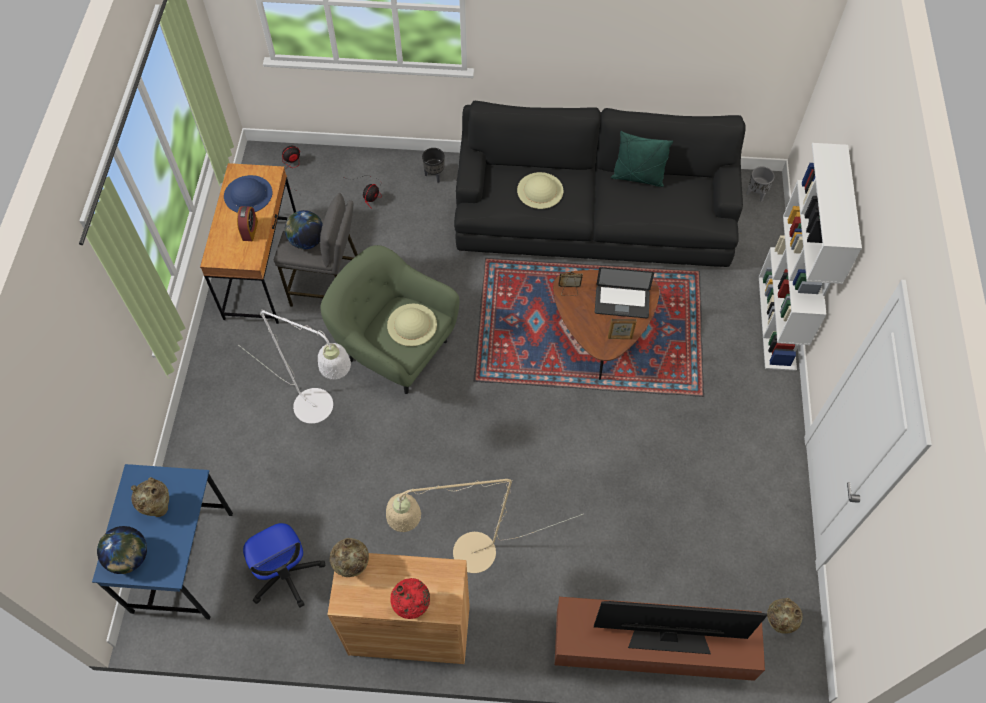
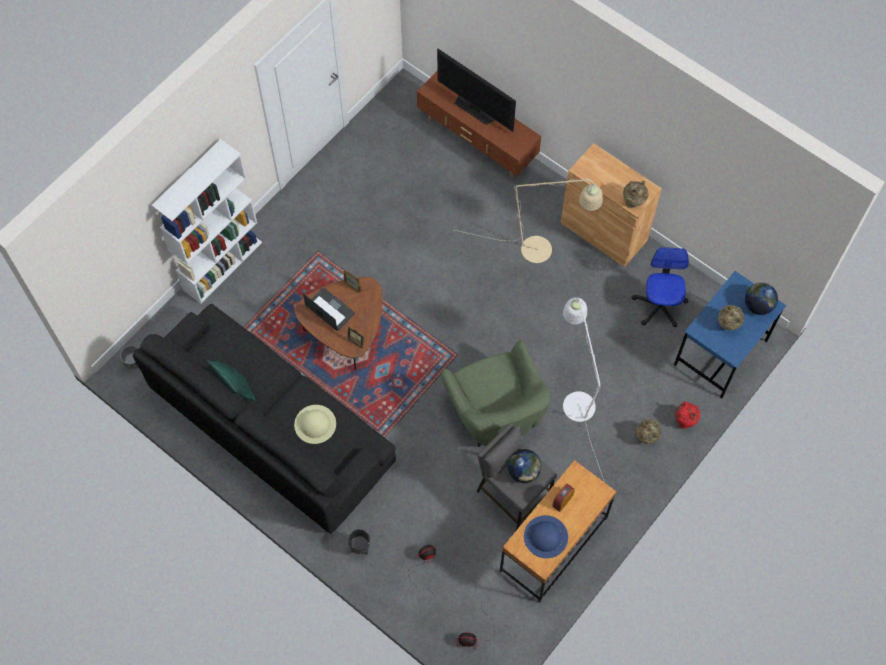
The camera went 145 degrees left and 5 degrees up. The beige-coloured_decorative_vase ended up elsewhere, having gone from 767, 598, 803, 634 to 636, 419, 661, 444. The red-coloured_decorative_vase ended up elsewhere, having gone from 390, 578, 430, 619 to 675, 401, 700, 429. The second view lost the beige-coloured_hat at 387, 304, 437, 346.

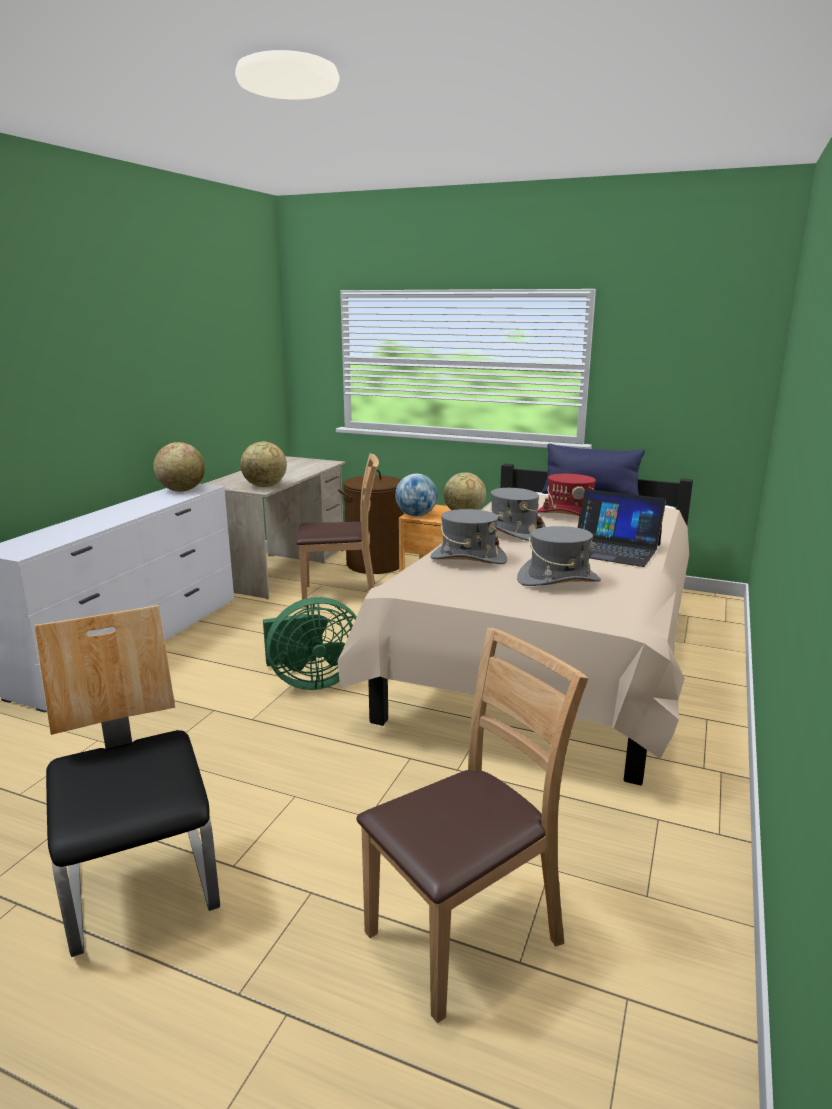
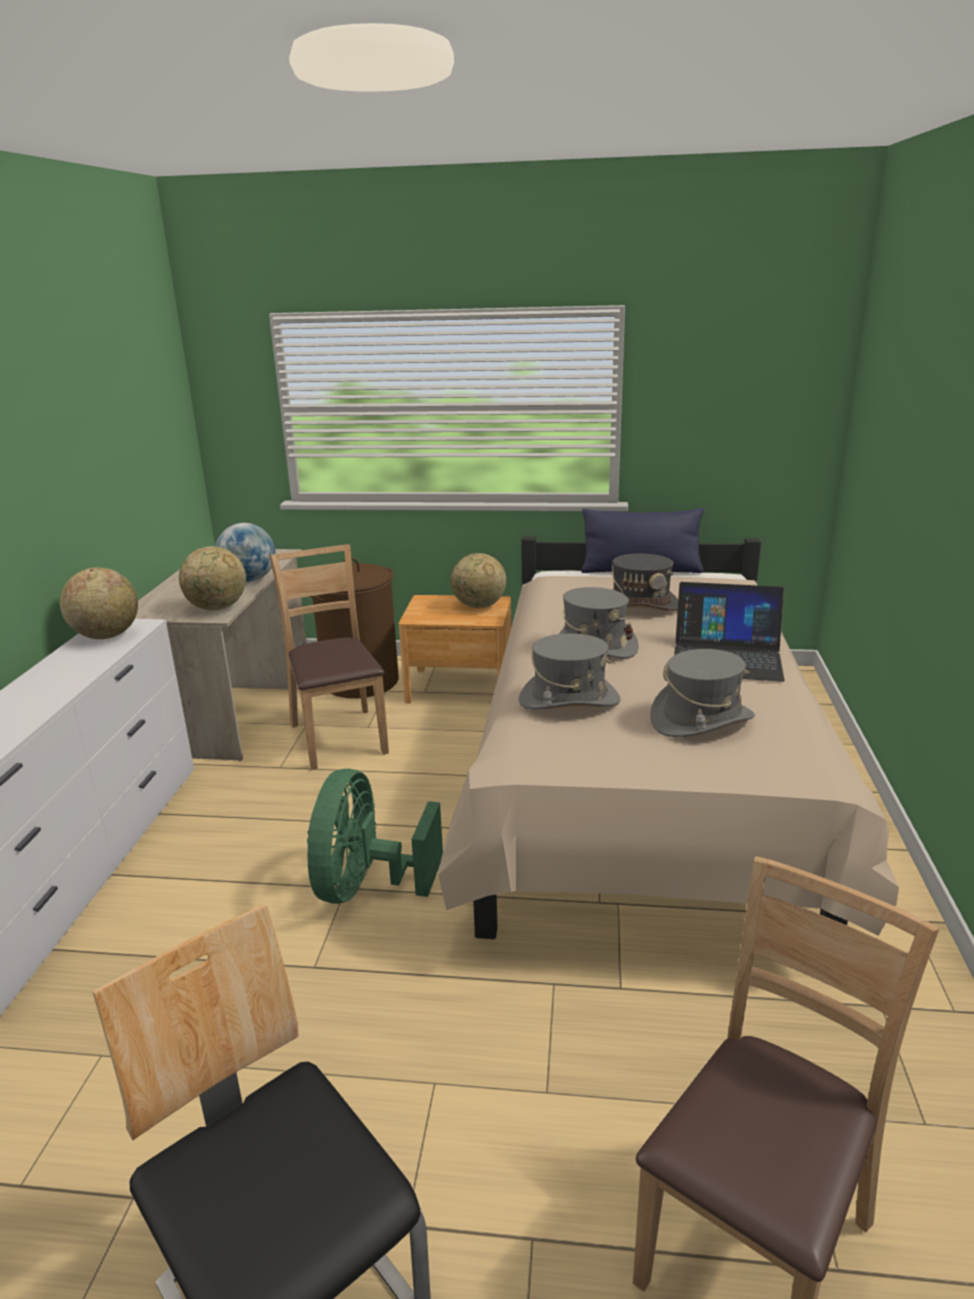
The camera went 15 degrees left and 5 degrees up. The globe ended up elsewhere, having gone from 395, 474, 438, 516 to 215, 523, 276, 582. The brownish_plain_chair at 296, 453, 379, 607 ended up facing another way, 90 degrees counterclockwise from before. The greenish_cooling_fan at 263, 597, 357, 690 ended up facing another way, 135 degrees clockwise from before. What was the red-coloured_hat at 537, 474, 596, 516 turned into the gray_hat at 612, 553, 678, 611.

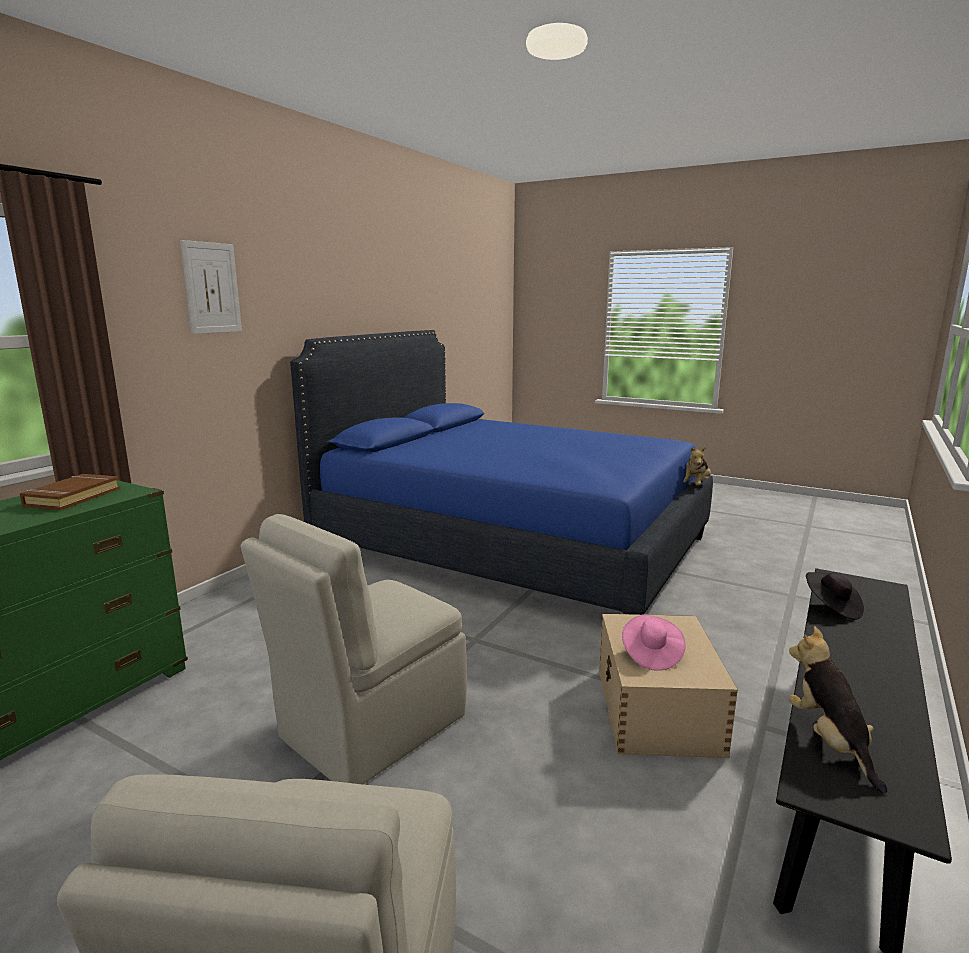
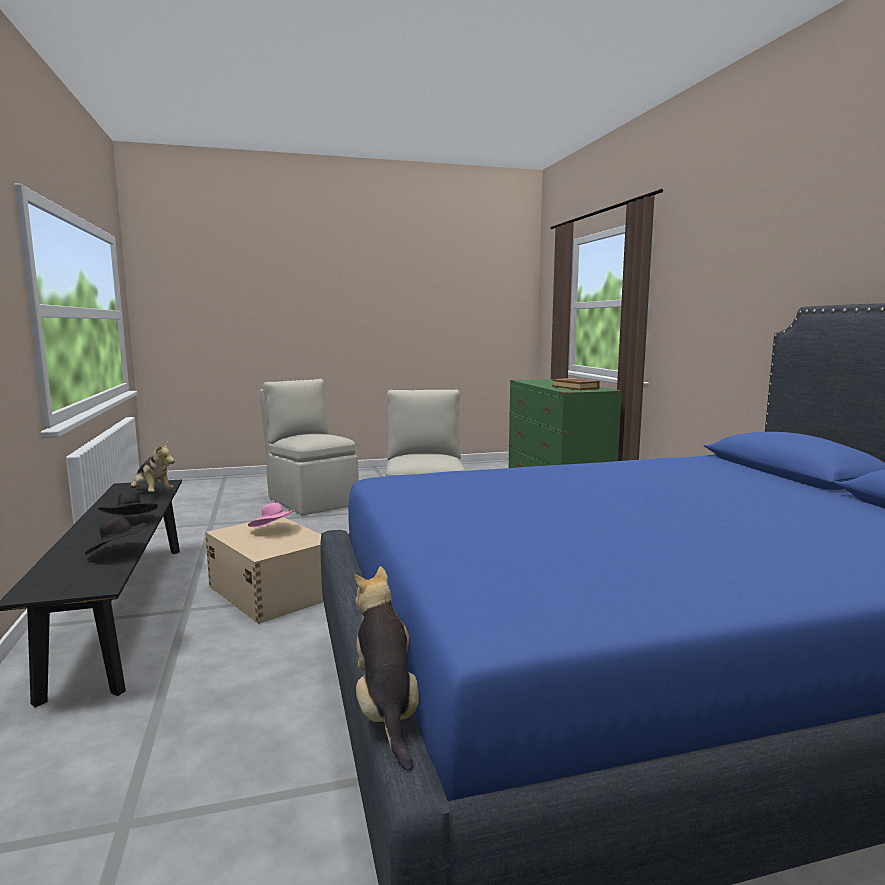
The camera went 135 degrees right and 5 degrees down. The second view gained the black-coloured_hat at 98, 492, 158, 516. The second view lost the wall_art at 180, 240, 242, 334.

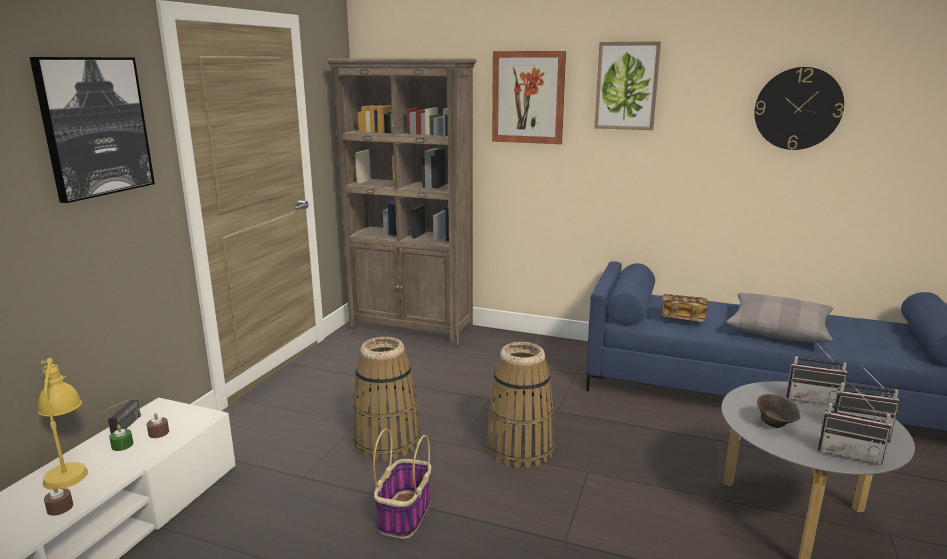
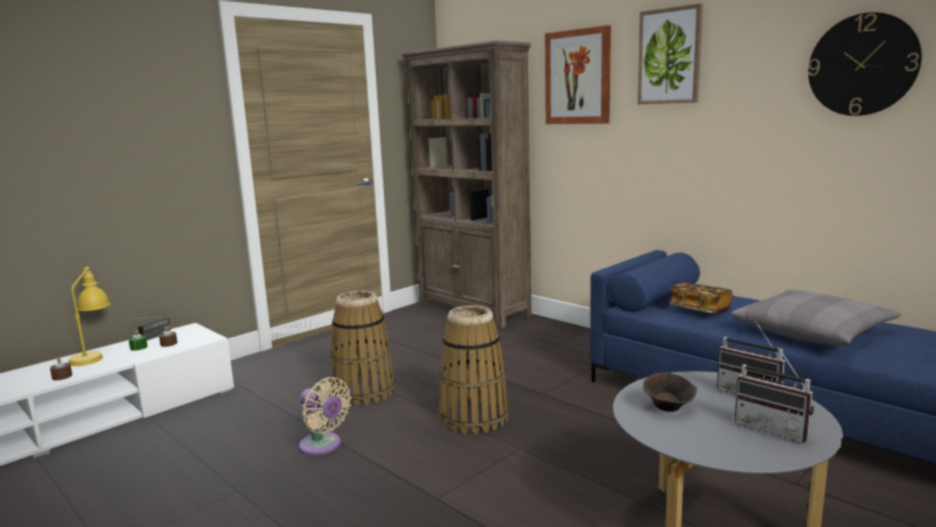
The camera went 25 degrees right and 5 degrees down. Where the storage_basket stood at 373, 428, 431, 539, the beige-coloured_cooling_fan came to stand at 299, 377, 351, 456. The second view lost the wall_art at 30, 57, 155, 203. The second view lost the radio at 817, 385, 891, 465.

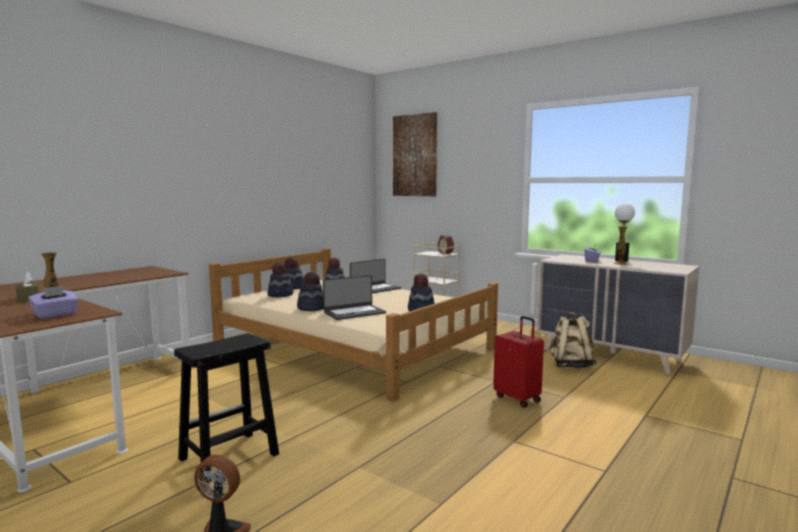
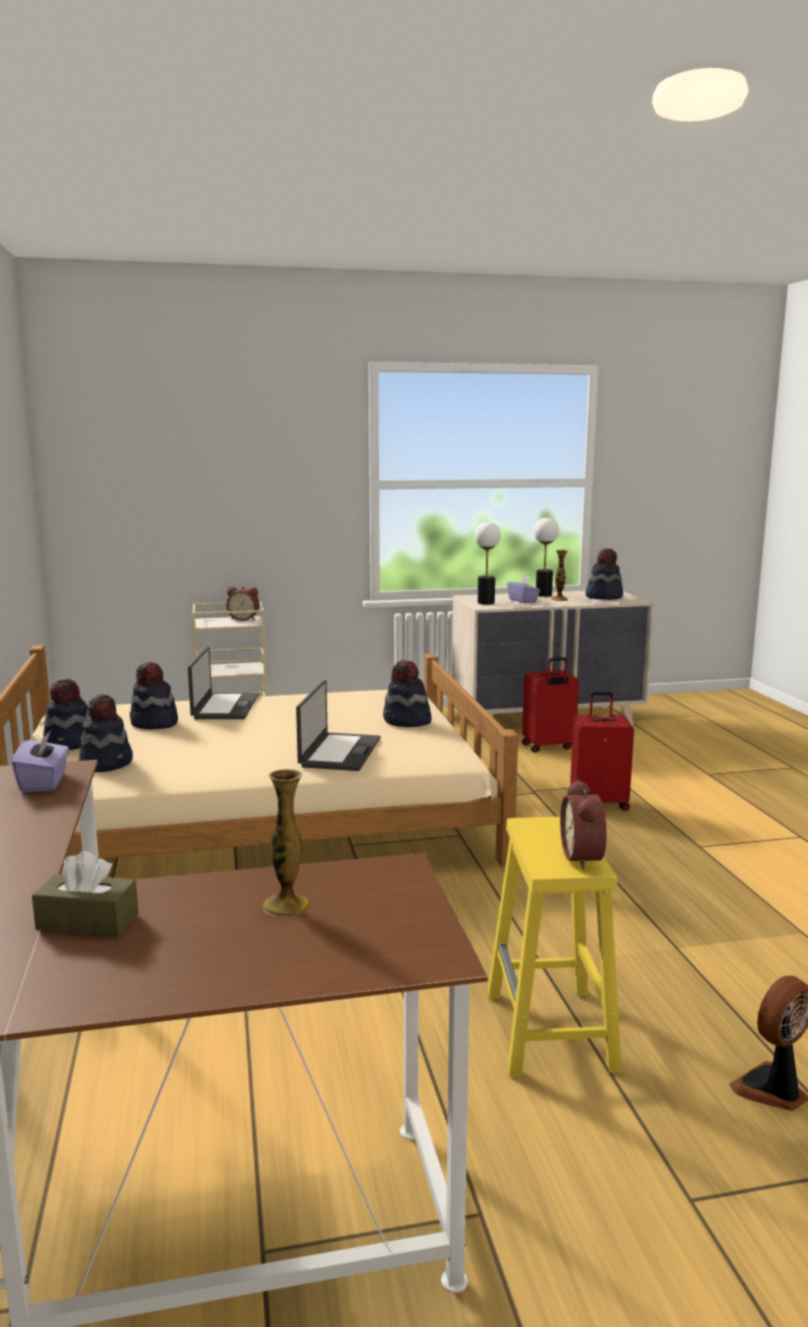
The camera went 50 degrees left and 5 degrees up. The purple_tissue_holder ended up elsewhere, having gone from 28, 285, 79, 319 to 12, 730, 69, 792. The second view gained the tabletop_lamp at 475, 522, 501, 605. What was the black-coloured_sitting_stool at 174, 333, 279, 483 turned into the yellow_sitting_stool at 487, 817, 622, 1077. Where the beige-coloured_rucksack stood at 550, 312, 597, 369, the red-coloured_suitcase came to stand at 522, 657, 579, 753. The second view gained the alarm_clock at 560, 779, 607, 870. The hat ended up elsewhere, having gone from 297, 272, 323, 311 to 586, 548, 623, 600. The second view lost the wall_art at 393, 112, 437, 196.

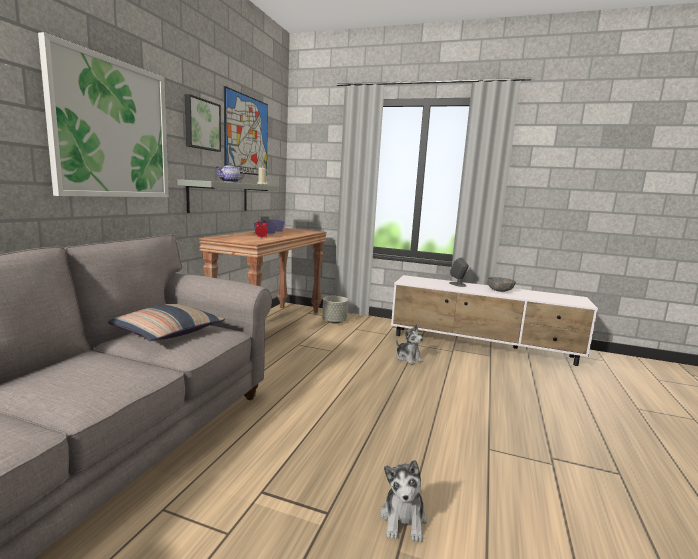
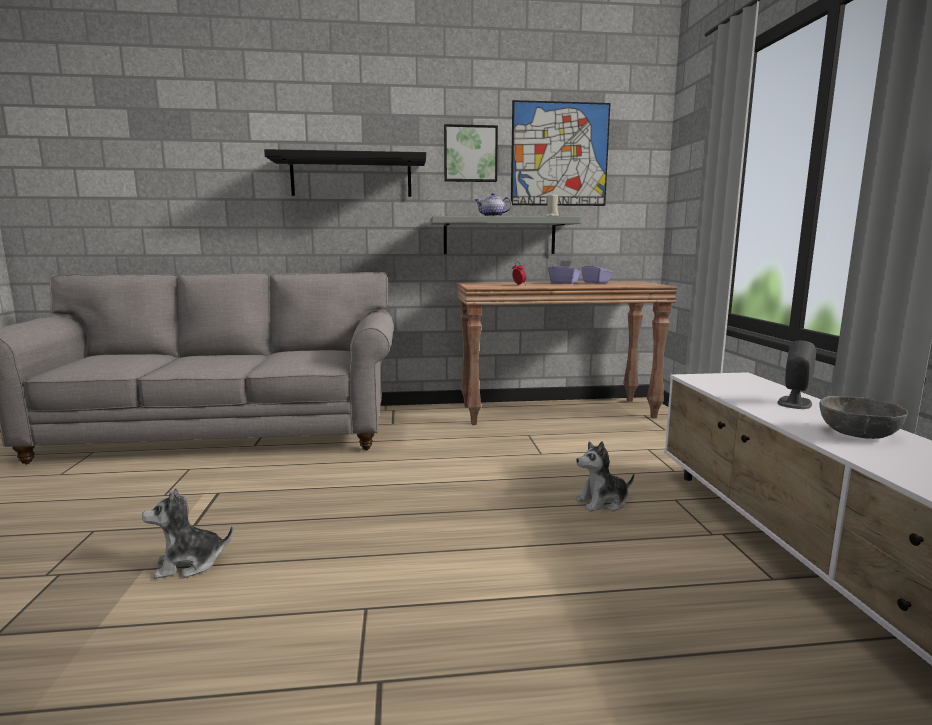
The camera went 65 degrees right and 0 degrees up. Where the wall_art hung at 38, 32, 169, 197, the black-coloured_wall_shelf came to hang at 264, 149, 426, 197. The soft_toy at 396, 324, 424, 365 ended up facing another way, 45 degrees clockwise from before. The second view lost the throw_pillow at 108, 304, 225, 341. The second view lost the gray_planter at 322, 296, 348, 323.

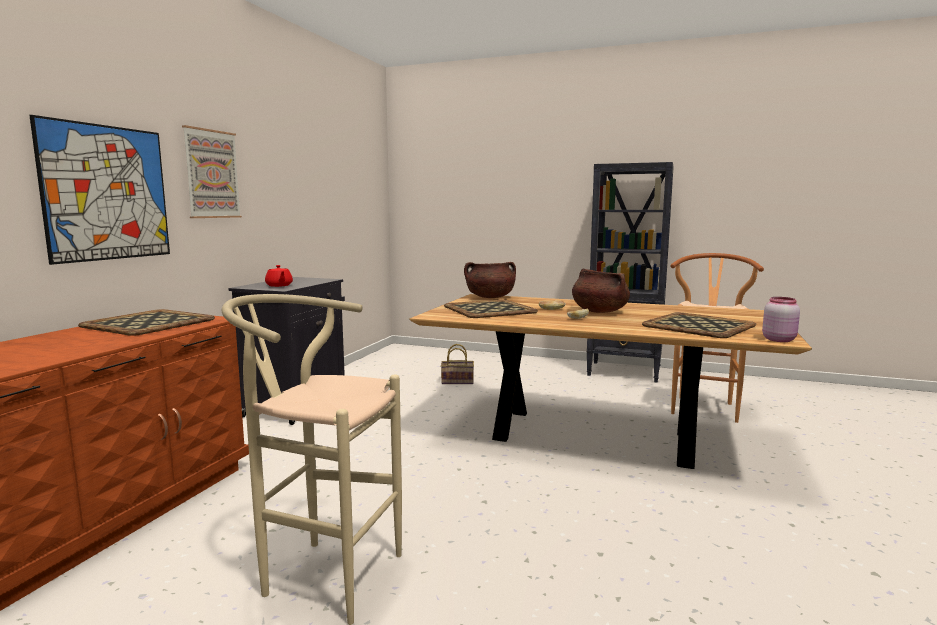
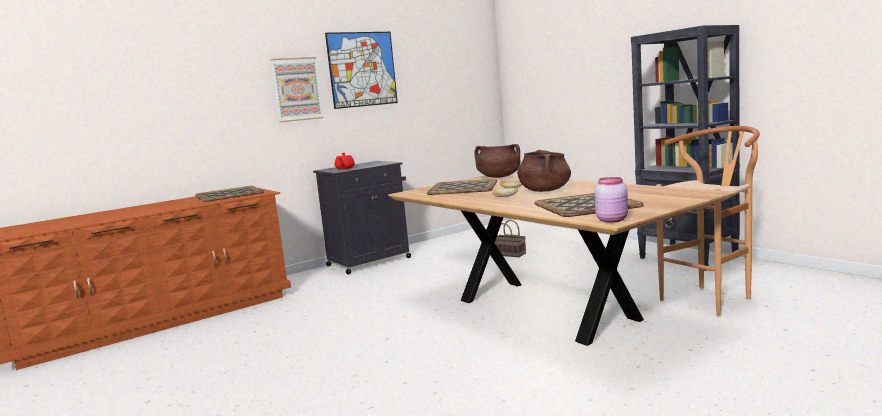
The camera went 35 degrees right and 0 degrees up. The wall_art ended up elsewhere, having gone from 29, 115, 170, 265 to 325, 32, 398, 109. The second view lost the beige-coloured_sitting_stool at 222, 294, 402, 625.

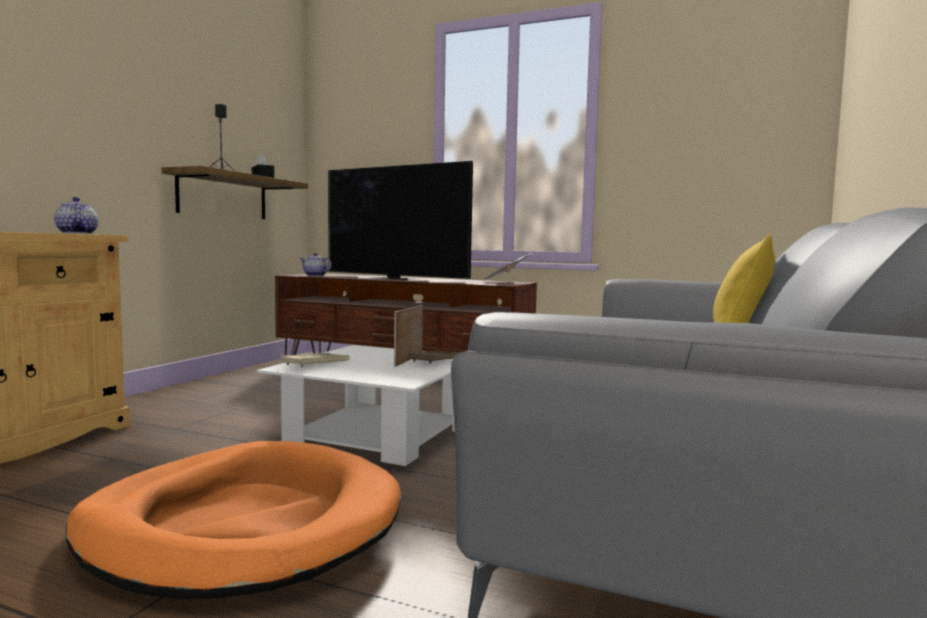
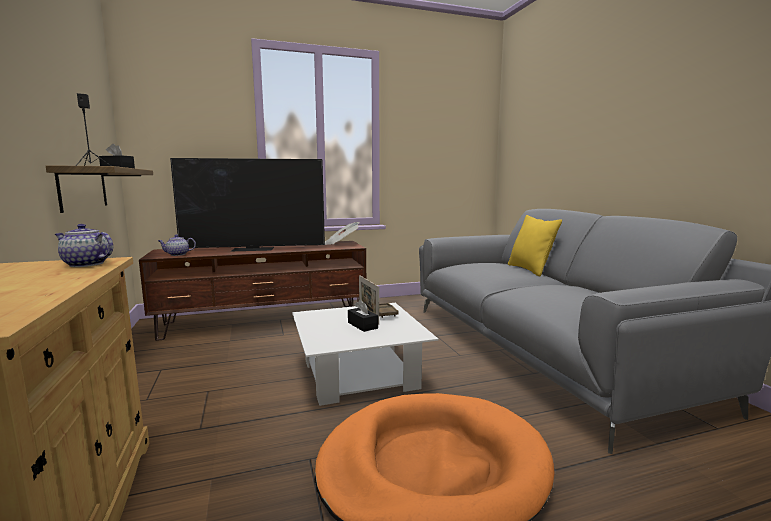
The camera went 40 degrees left and 5 degrees up. The second view gained the black-coloured_tissue_holder at 348, 300, 378, 332. The second view lost the beige-coloured_tray at 281, 353, 349, 367.

